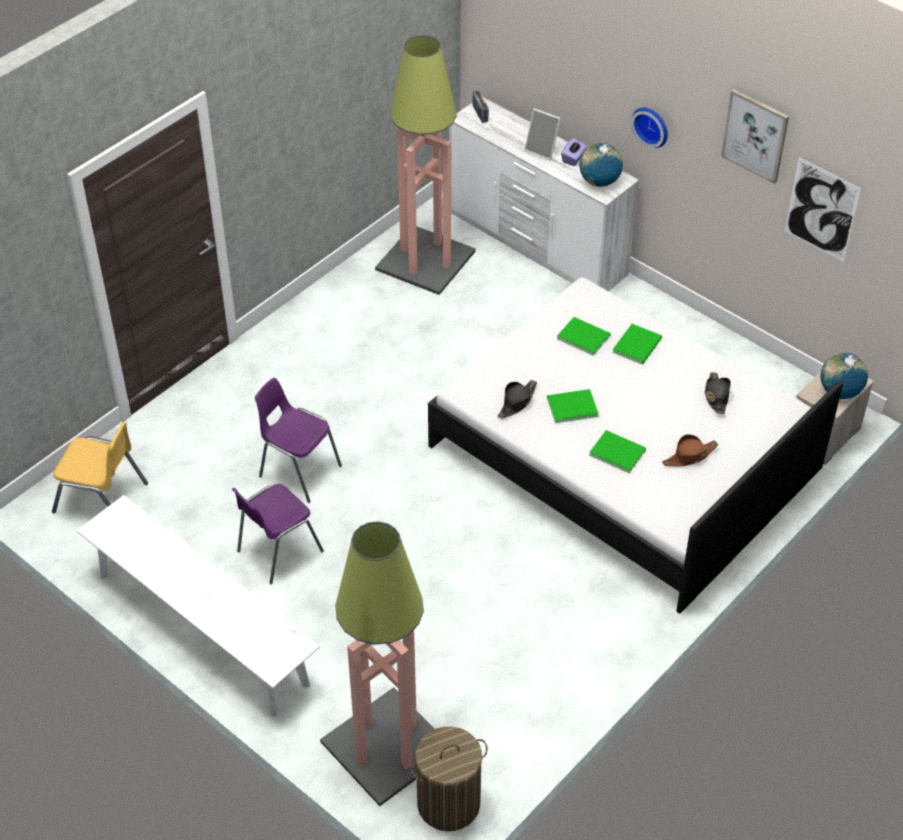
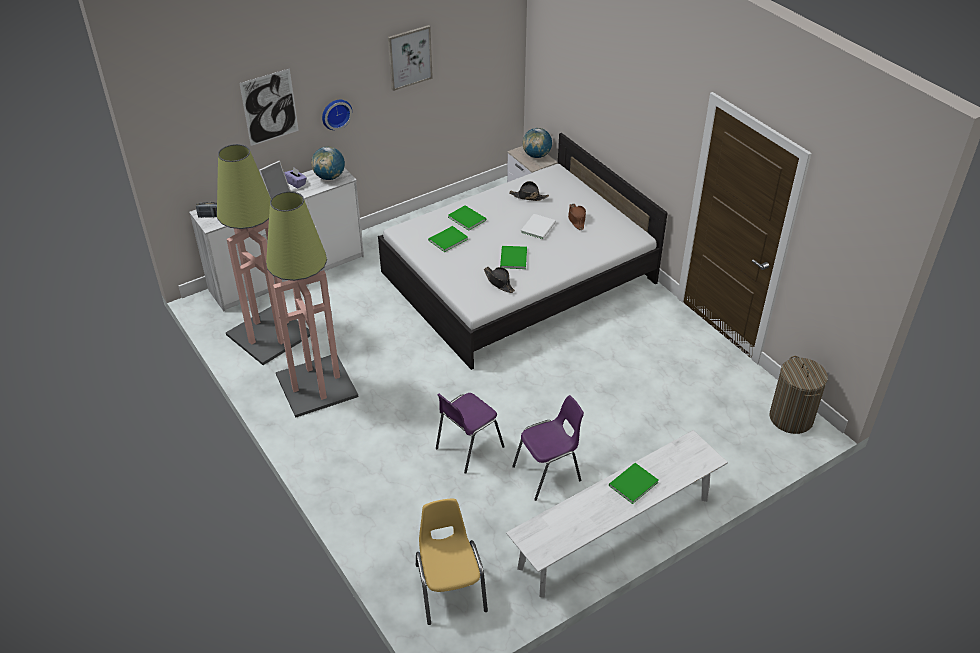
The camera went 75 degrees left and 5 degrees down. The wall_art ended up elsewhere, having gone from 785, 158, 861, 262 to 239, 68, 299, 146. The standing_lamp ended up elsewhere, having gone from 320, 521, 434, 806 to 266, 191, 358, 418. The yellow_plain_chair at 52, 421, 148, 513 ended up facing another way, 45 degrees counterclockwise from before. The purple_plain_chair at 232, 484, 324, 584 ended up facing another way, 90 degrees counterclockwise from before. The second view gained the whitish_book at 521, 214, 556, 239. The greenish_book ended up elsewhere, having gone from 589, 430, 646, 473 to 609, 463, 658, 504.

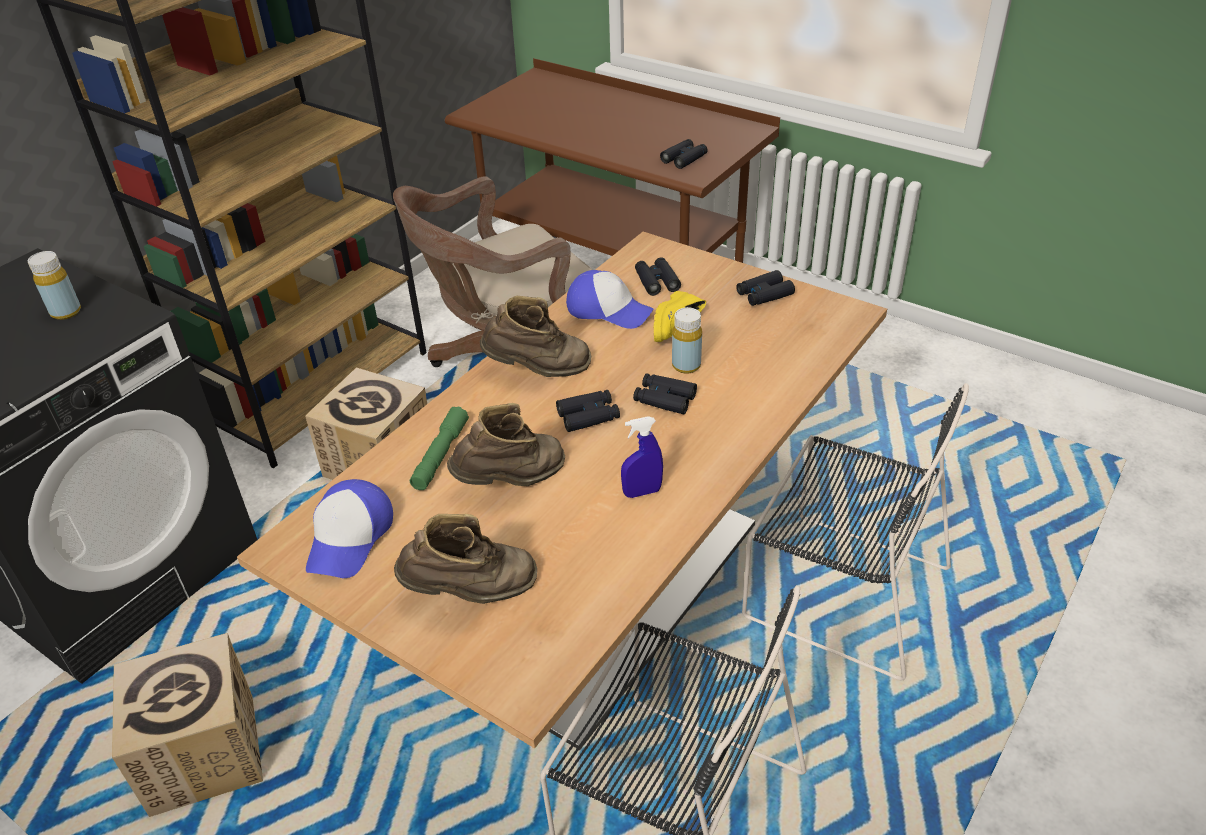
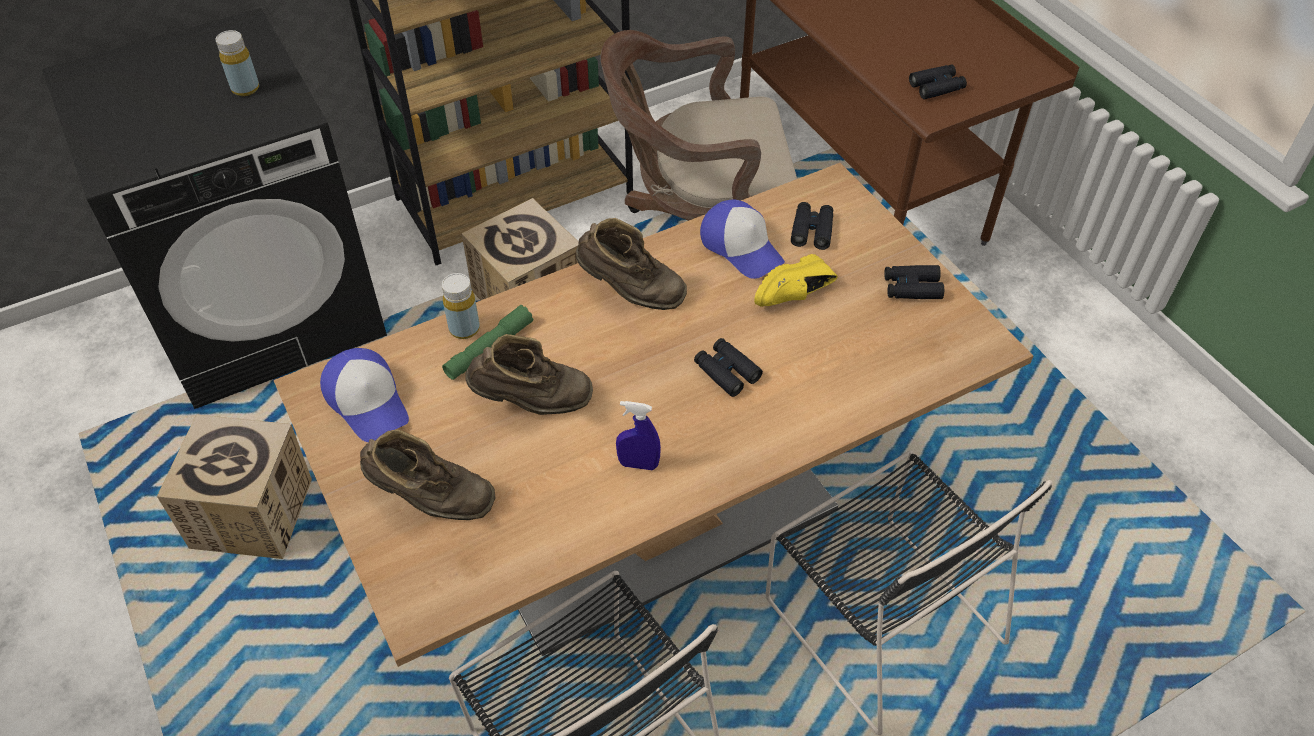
The camera went 25 degrees right and 10 degrees up. The baseball_cap at 306, 479, 393, 578 ended up facing another way, 75 degrees counterclockwise from before. The yellow_bottle ended up elsewhere, having gone from 672, 307, 702, 374 to 442, 273, 480, 339. The second view lost the black-coloured_binoculars at 556, 390, 620, 432.

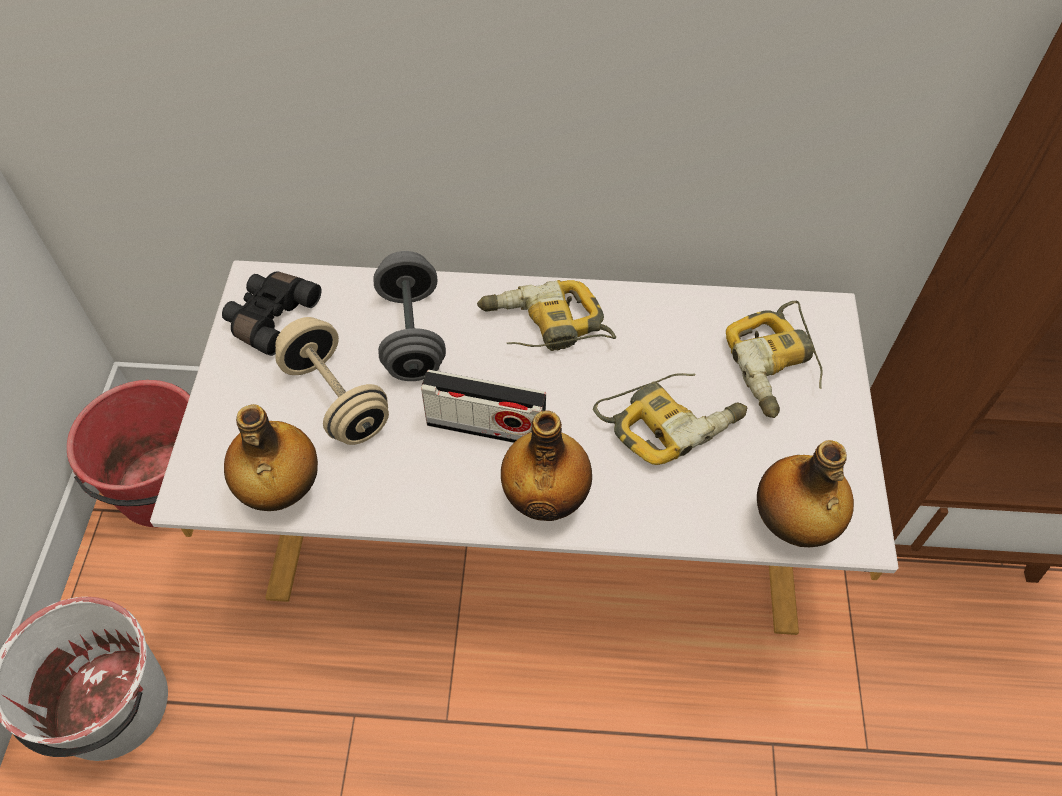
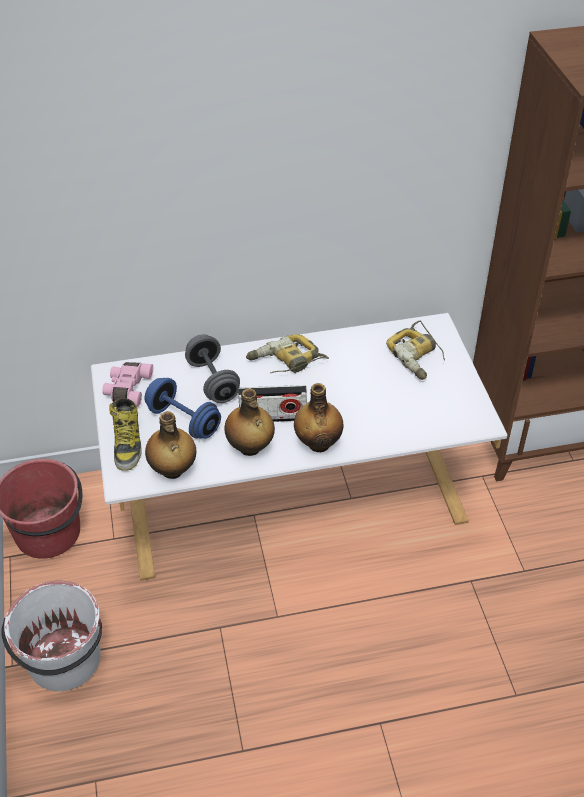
The camera went 15 degrees left and 10 degrees down. What was the black-coloured_binoculars at 222, 272, 322, 356 turned into the pinkish_binoculars at 102, 362, 154, 407. The second view gained the boot at 110, 398, 142, 471. What was the beige-coloured_hand_weight at 275, 317, 389, 445 turned into the blue_hand_weight at 144, 378, 221, 439. The bottle ended up elsewhere, having gone from 757, 440, 854, 547 to 224, 388, 275, 456. The second view lost the electric_drill at 593, 373, 747, 465.

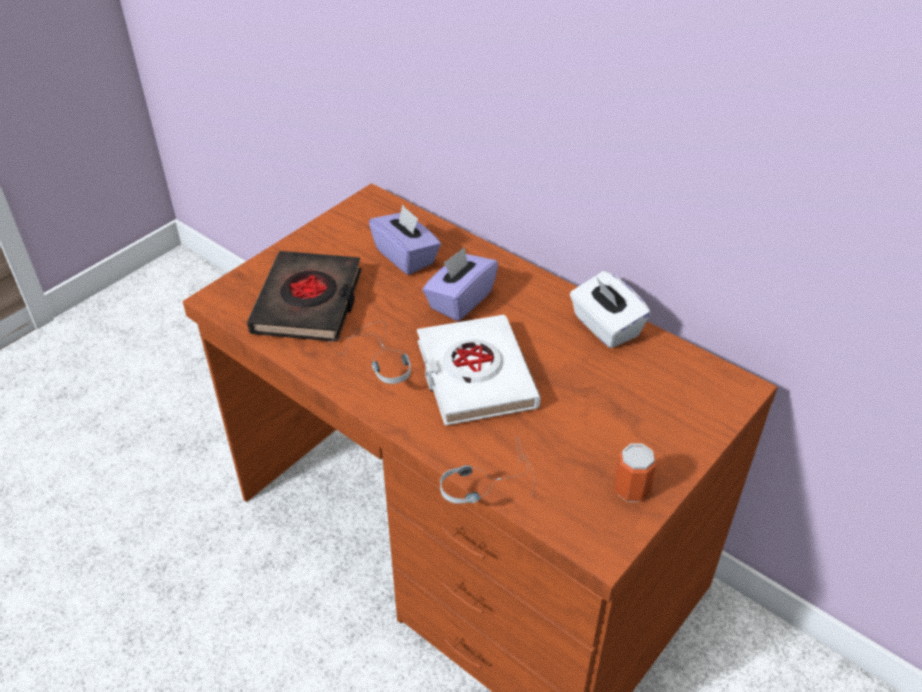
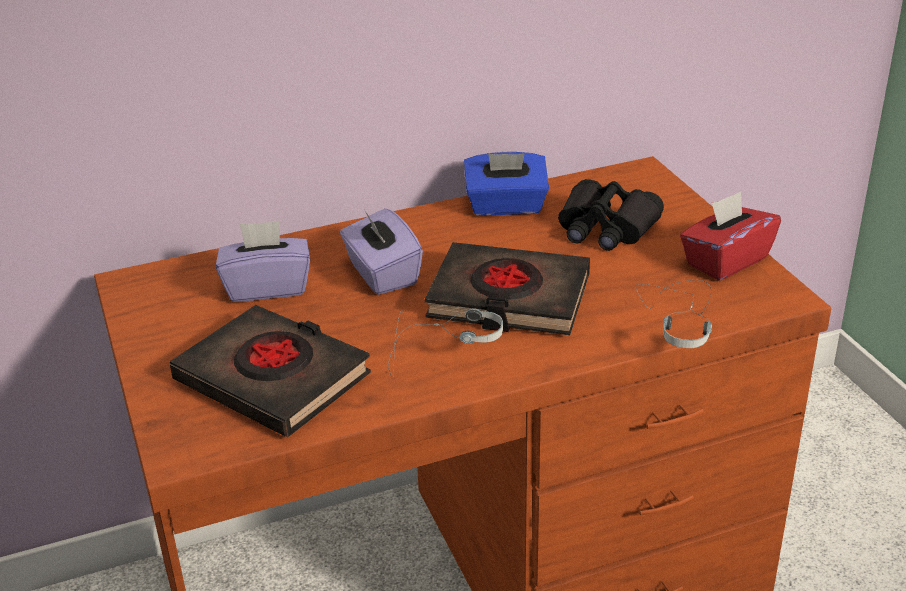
The camera went 60 degrees left and 10 degrees down. What was the whitish_book at 417, 315, 541, 426 turned into the black-coloured_book at 425, 242, 590, 335. What was the whitish_tissue_holder at 570, 271, 651, 348 turned into the blue_tissue_holder at 464, 152, 549, 216. The second view gained the black-coloured_binoculars at 558, 179, 664, 251. Where the can stood at 614, 443, 656, 502, the red-coloured_tissue_holder came to stand at 680, 191, 781, 281.

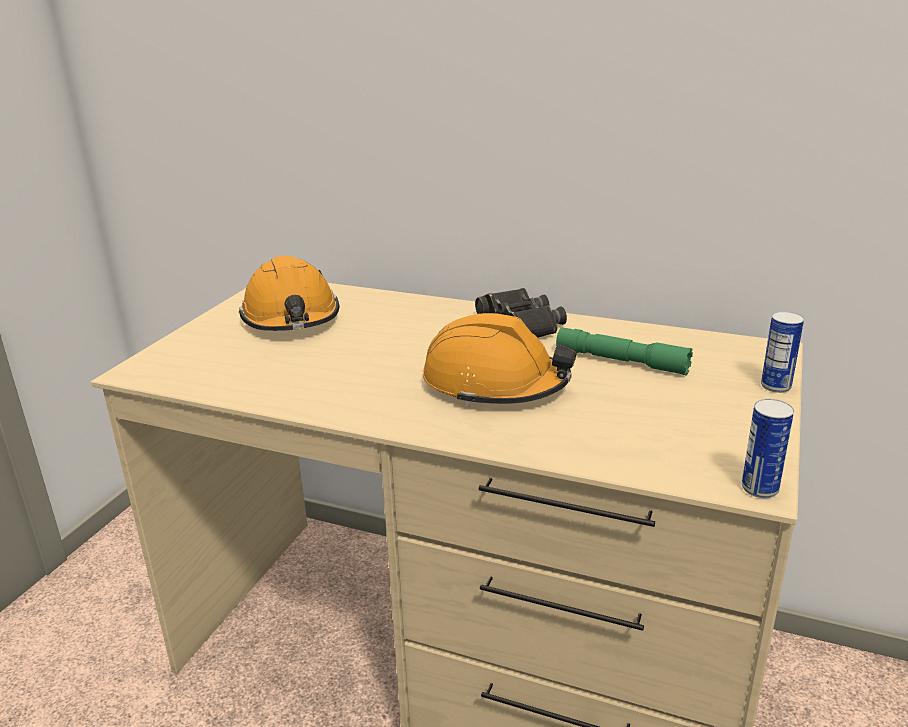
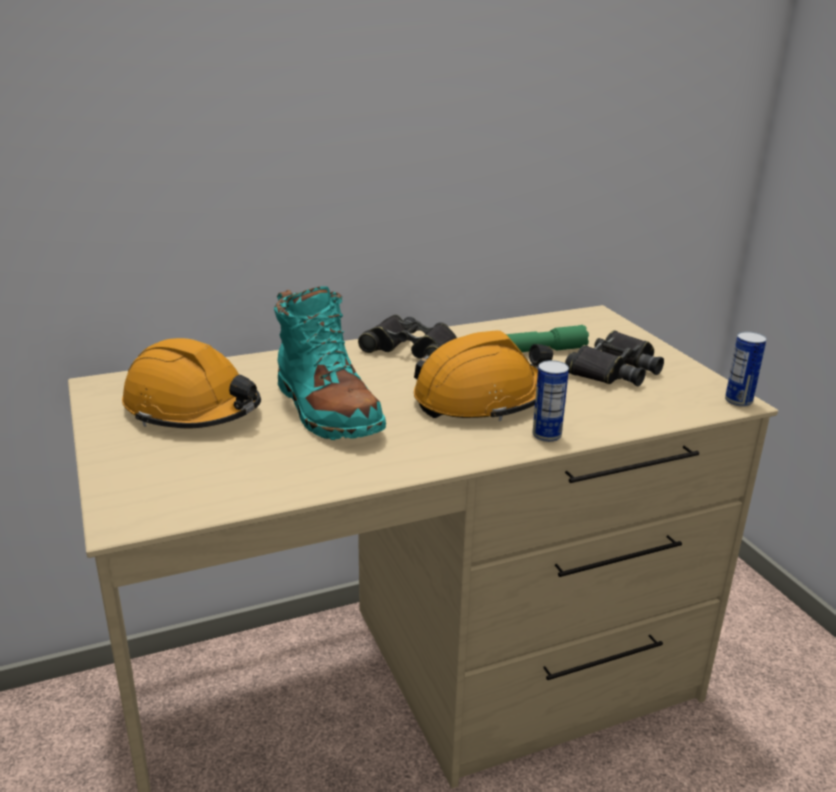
The camera went 45 degrees left and 0 degrees up. The second view gained the turquoise-coloured_boot at 274, 286, 386, 440. The can ended up elsewhere, having gone from 761, 311, 804, 393 to 532, 360, 569, 442. The second view gained the black-coloured_binoculars at 565, 330, 664, 386.

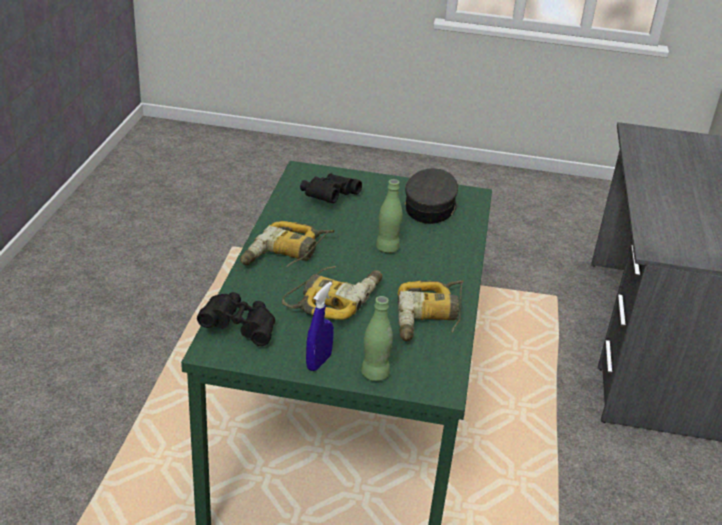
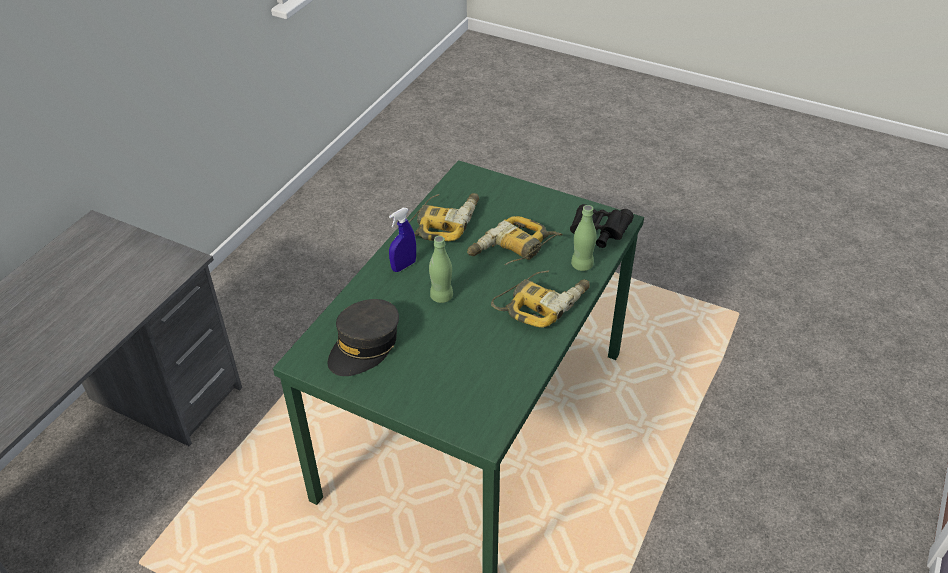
The camera went 160 degrees left and 10 degrees up. The blue_sprayer ended up elsewhere, having gone from 306, 282, 334, 371 to 389, 208, 416, 272. The greenish_bottle ended up elsewhere, having gone from 361, 296, 393, 381 to 571, 205, 597, 271. The second view lost the black-coloured_binoculars at 300, 173, 362, 203.

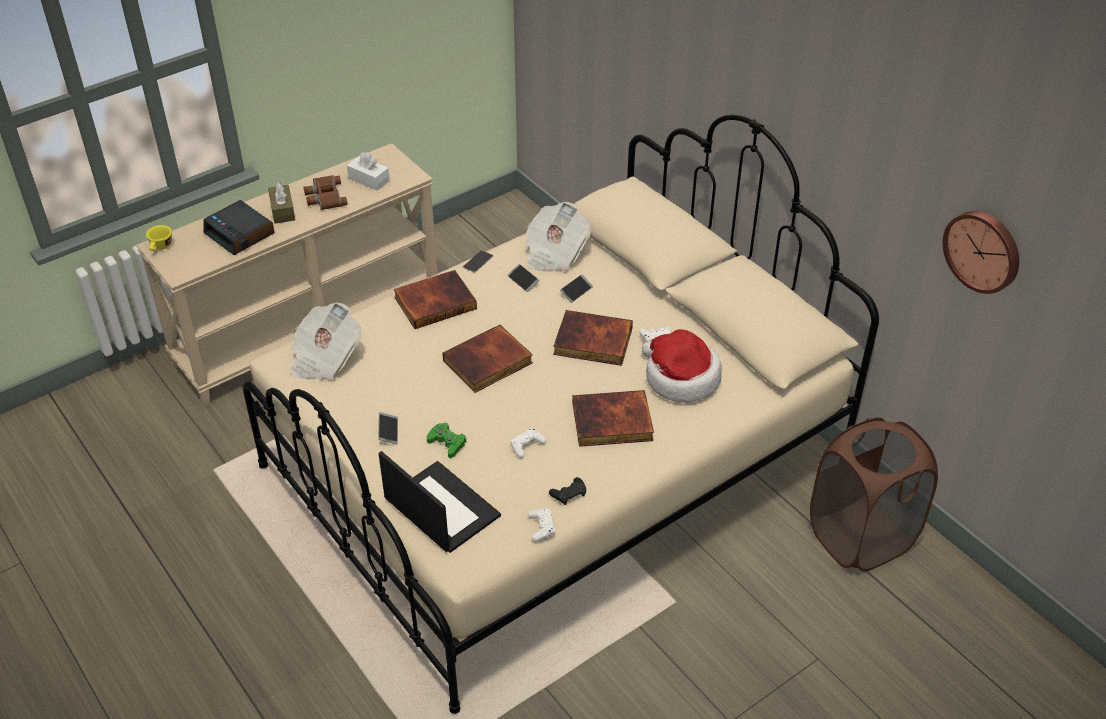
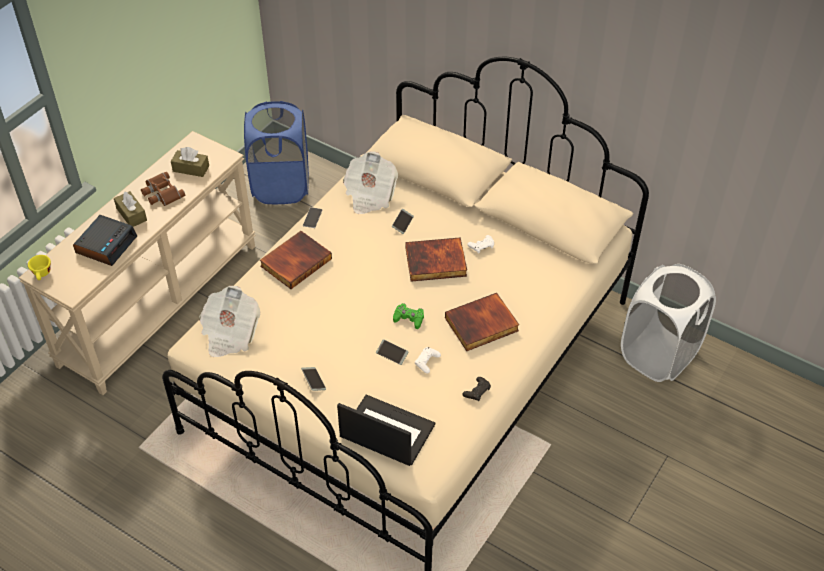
The camera went 20 degrees left and 5 degrees up. The alarm_clock at 204, 200, 275, 255 ended up facing another way, 90 degrees counterclockwise from before. What was the whitish_tissue_holder at 347, 152, 390, 191 turned into the brownish_tissue_holder at 171, 147, 209, 177. The second view gained the blue_washing_basket at 244, 101, 309, 204. The handset ended up elsewhere, having gone from 507, 264, 539, 292 to 376, 339, 408, 365. The greenish_joypad ended up elsewhere, having gone from 427, 423, 466, 458 to 393, 303, 424, 329. What was the brownish_washing_basket at 810, 418, 938, 572 turned into the whitish_washing_basket at 621, 264, 716, 382. The second view lost the book at 443, 325, 533, 393. The second view lost the whitish_joypad at 528, 508, 556, 541. The second view lost the hat at 642, 329, 722, 403. The second view lost the clock_on_the_wall at 943, 211, 1019, 294.

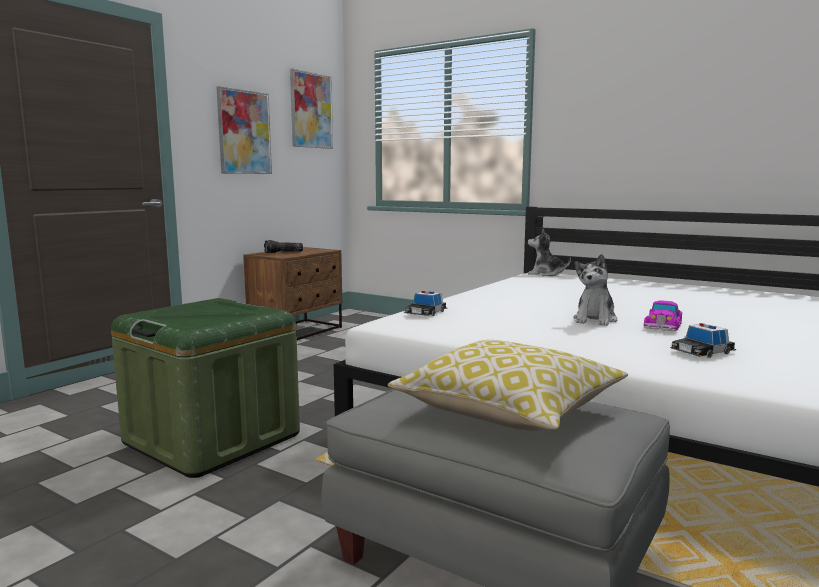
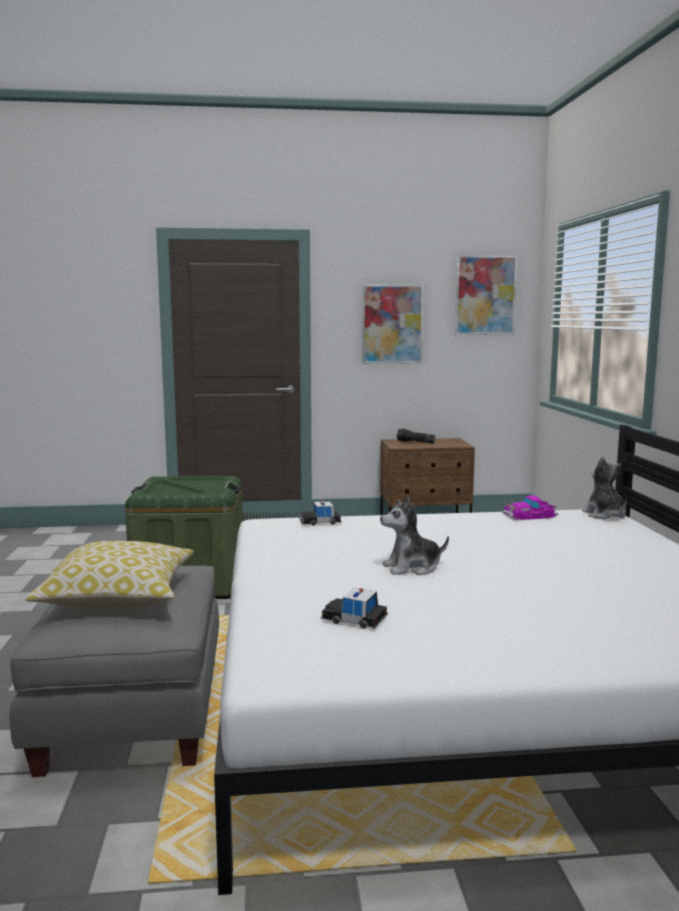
The camera went 50 degrees right and 0 degrees up. The miniature_car ended up elsewhere, having gone from 644, 300, 682, 331 to 502, 495, 559, 520.

